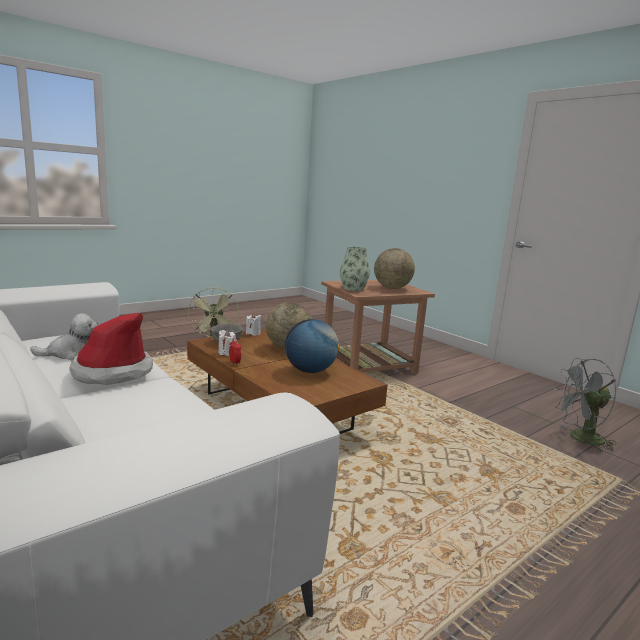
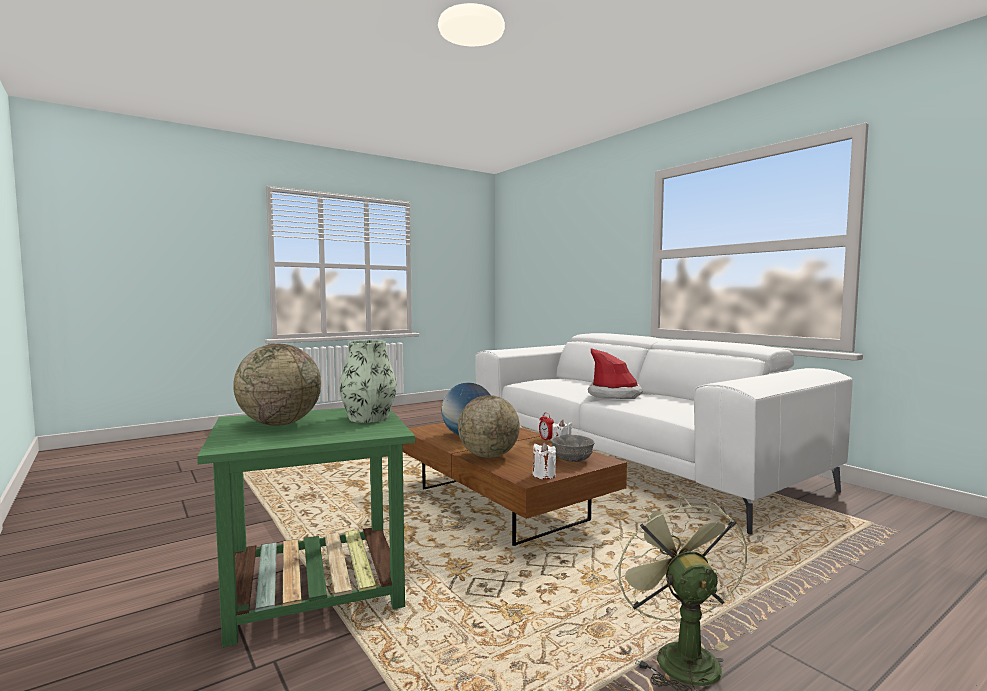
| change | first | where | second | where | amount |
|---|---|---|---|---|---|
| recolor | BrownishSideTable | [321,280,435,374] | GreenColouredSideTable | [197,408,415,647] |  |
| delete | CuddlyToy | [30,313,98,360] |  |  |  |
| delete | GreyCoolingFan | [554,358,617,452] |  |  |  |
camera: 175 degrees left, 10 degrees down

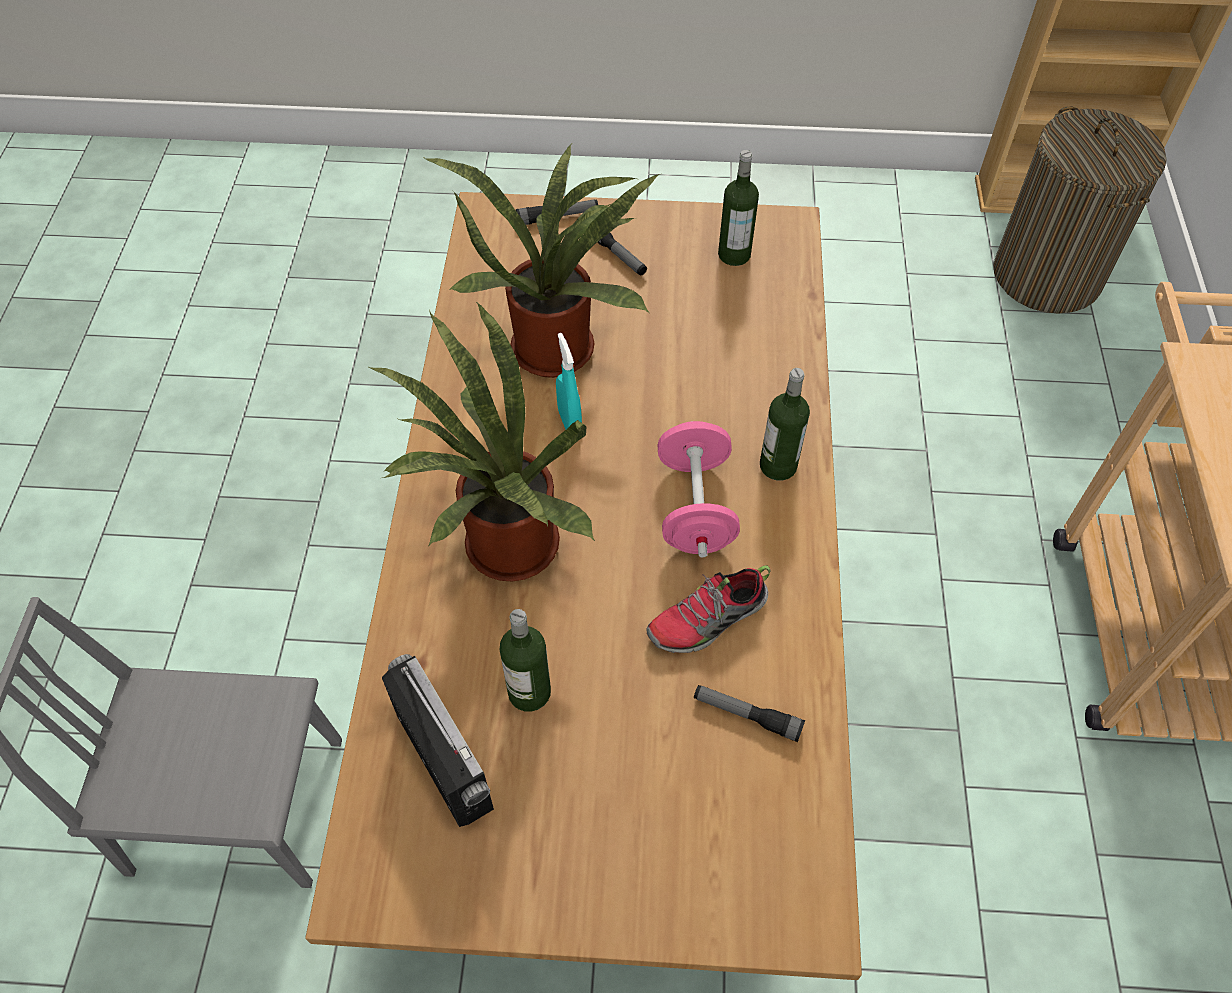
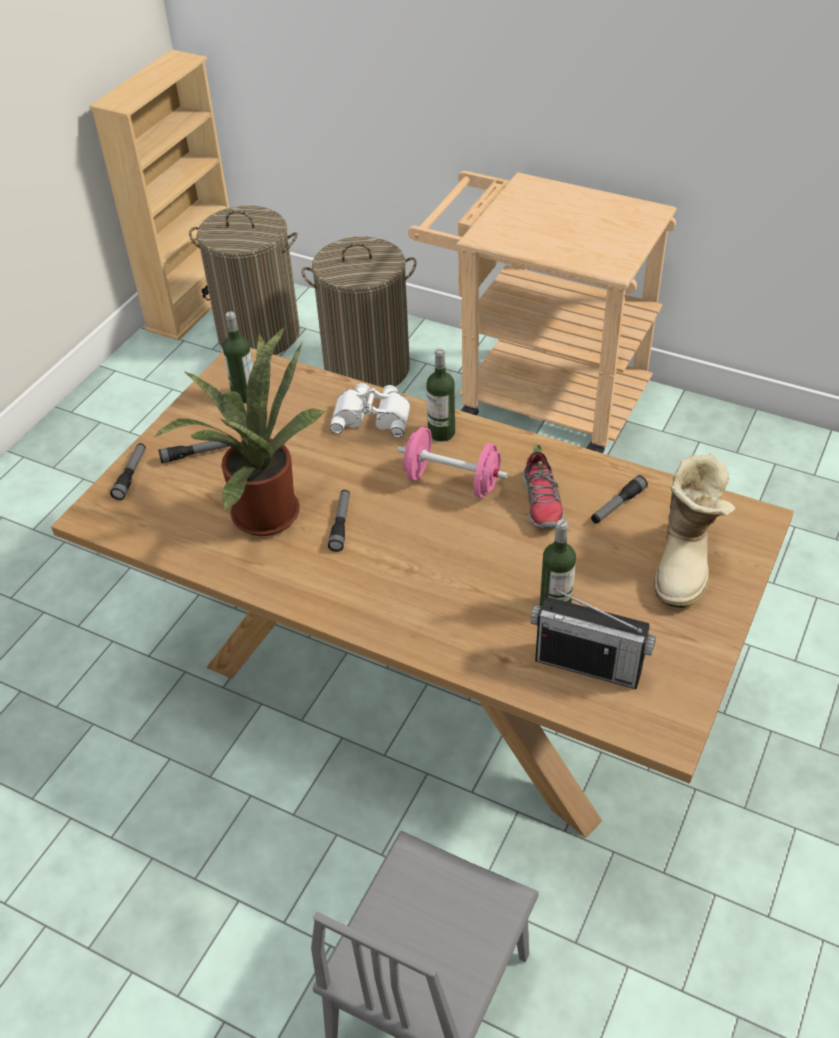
| change | first | where | second | where | amount |
|---|---|---|---|---|---|
| insert |  |  | WashingBasket | [301,237,417,388] |  |
| replace | TurquoiseSprayer | [556,333,582,430] | Flashlight | [328,490,350,552] |  |
| insert |  |  | WhitishBinoculars | [330,383,410,437] |  |
| rotate | RadioSet | [382,654,494,827] |  | [530,588,656,689] | 150 degrees counterclockwise |
| insert |  |  | Boot | [654,454,735,608] |  |
| delete | Houseplant | [367,301,595,582] |  |  |  |
camera: 65 degrees left, 10 degrees down

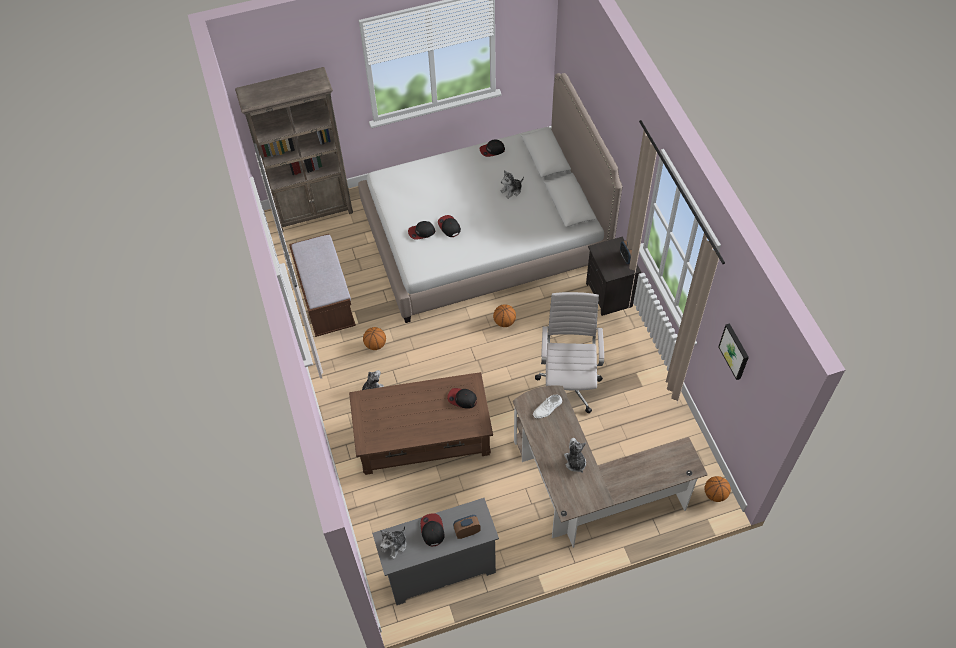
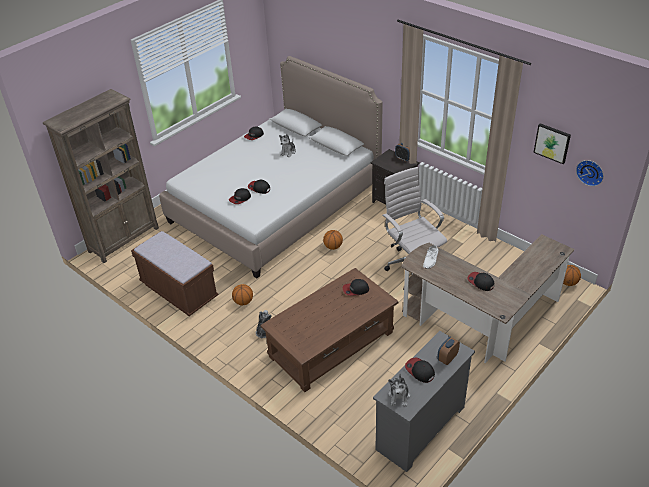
| change | first | where | second | where | amount |
|---|---|---|---|---|---|
| replace | CuddlyToy | [564,438,586,473] | BaseballCap | [467,272,494,291] |  |
| insert |  |  | HangingClock | [576,160,604,186] |  |
camera: 30 degrees left, 15 degrees down

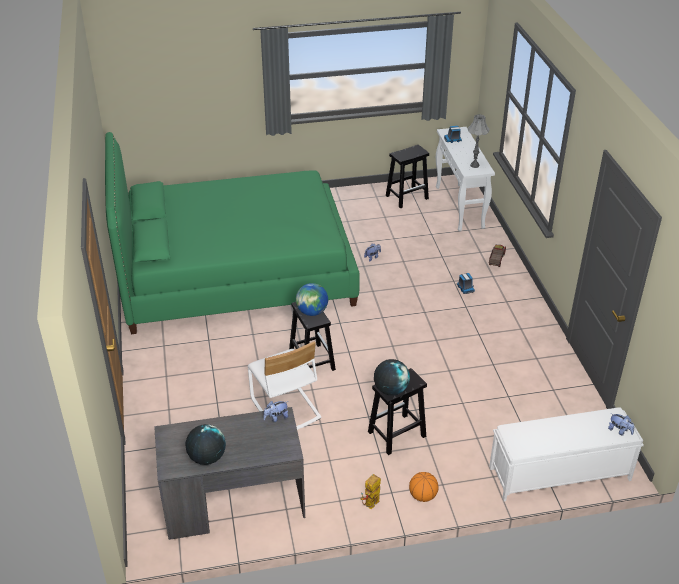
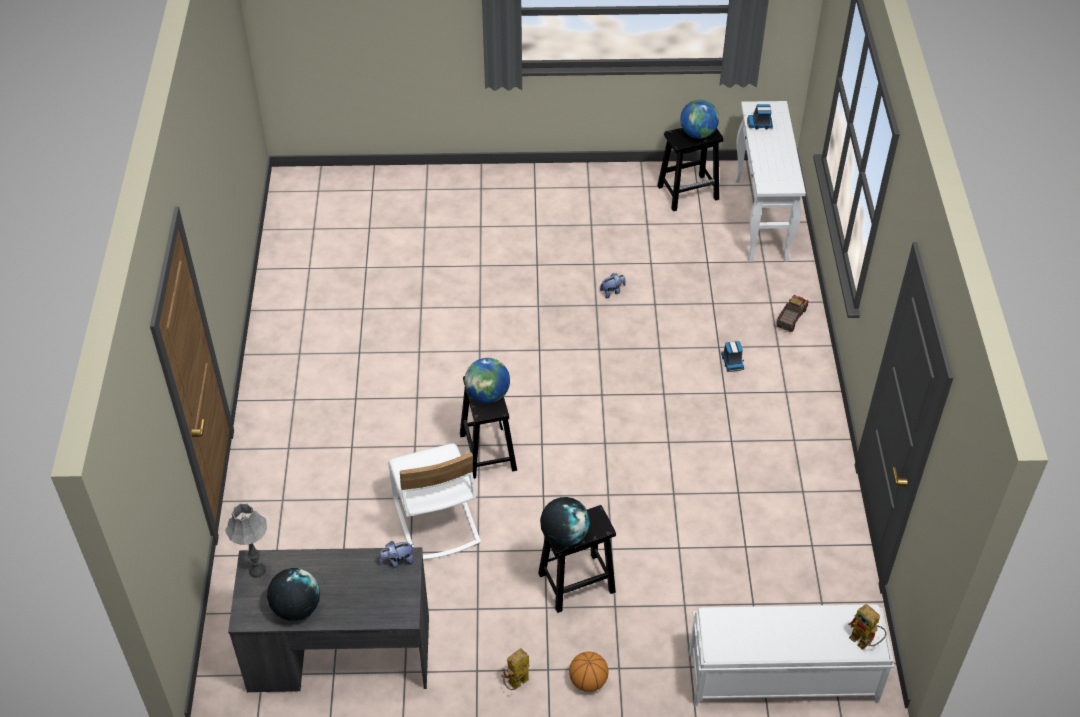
| change | first | where | second | where | amount |
|---|---|---|---|---|---|
| move | GreyTableLamp | [468,114,490,168] |  | [225,504,267,578] |  |
| insert |  |  | WorldGlobe | [680,99,719,139] |  |
| replace | CuddlyToy | [608,413,634,436] | ModelRobot | [848,604,886,650] |  |
| delete | GreenColouredBedroomBed | [105,132,360,334] |  |  |  |
camera: 10 degrees right, 10 degrees up

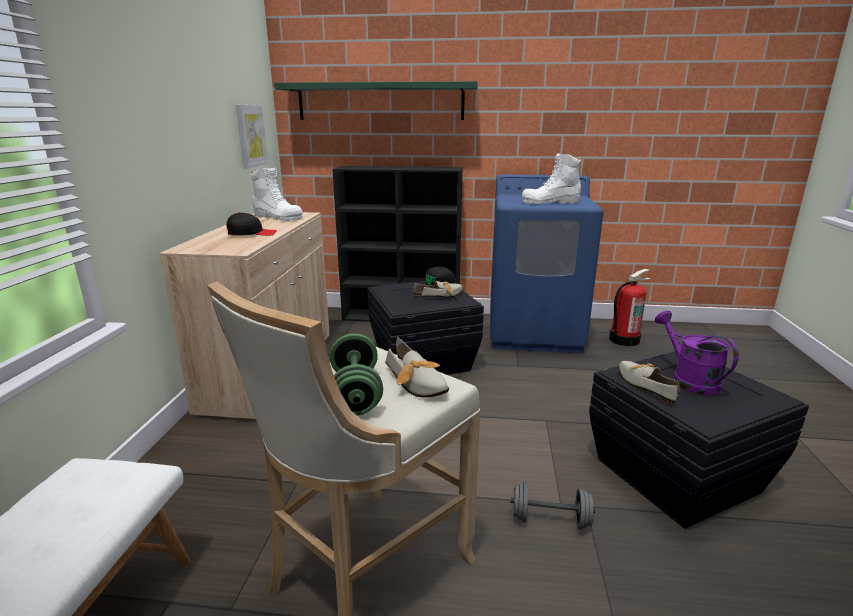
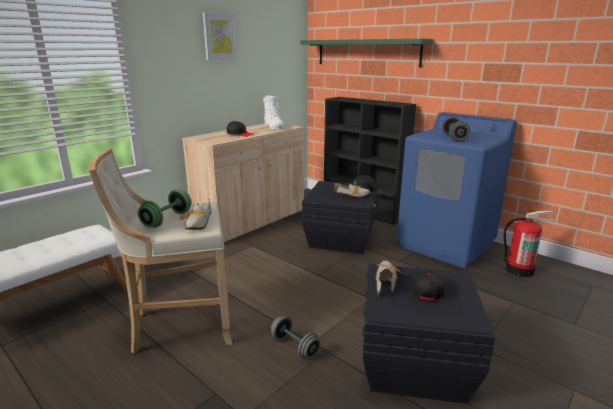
| change | first | where | second | where | amount |
|---|---|---|---|---|---|
| move | WallArt | [236,105,268,168] |  | [203,12,238,60] |  |
| replace | PurpleWateringCan | [655,311,739,396] | BlackishBaseballCap | [411,271,444,300] |  |
| replace | WhitishBoot | [522,153,581,204] | GreyDumbbell | [442,116,470,141] |  |
camera: 35 degrees right, 0 degrees up

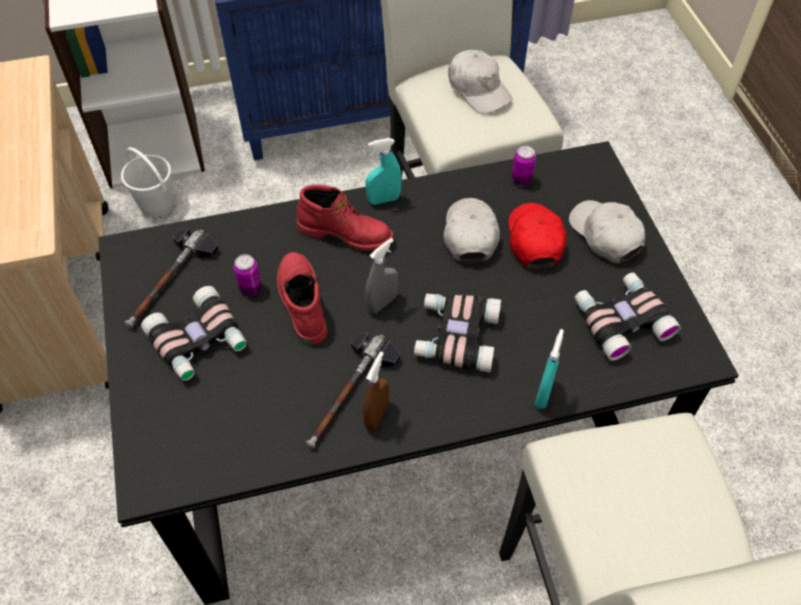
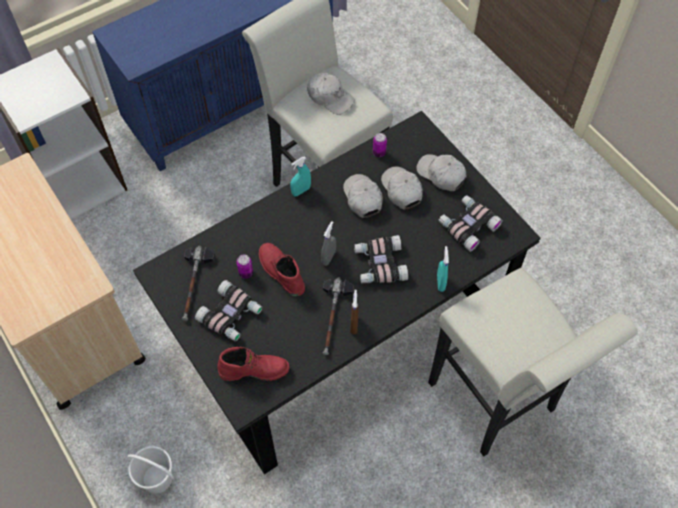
| change | first | where | second | where | amount |
|---|---|---|---|---|---|
| move | WhitishWaterBucket | [121,147,174,217] |  | [127,446,174,494] |  |
| move | RedColouredBoot | [296,185,393,251] |  | [217,347,290,381] |  |
| recolor | RedColouredBaseballCap | [508,203,567,269] | WhitishBaseballCap | [381,167,423,209] |  |
camera: 20 degrees left, 5 degrees up

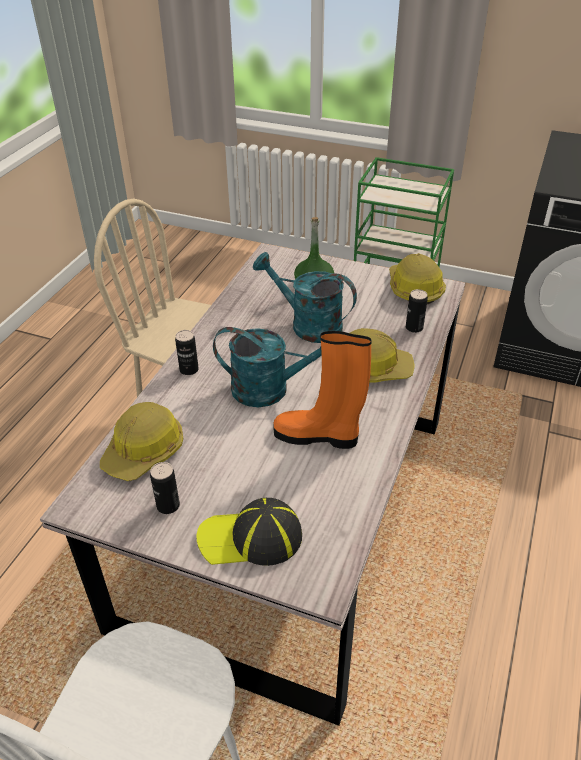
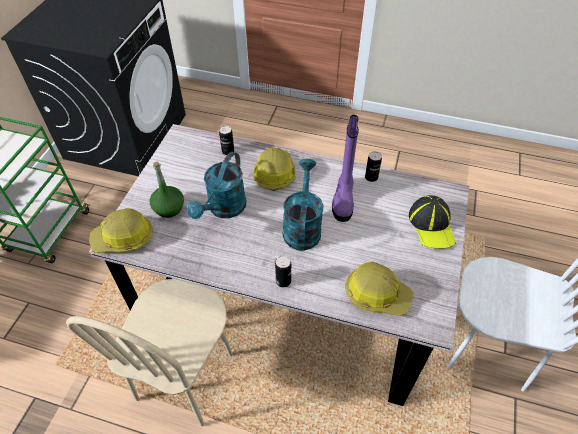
| change | first | where | second | where | amount |
|---|---|---|---|---|---|
| move | SafetyHelmet | [389,253,446,304] |  | [89,208,153,253] |  |
| recolor | OrangeBoot | [273,331,372,449] | PurpleBoot | [332,115,359,222] |  |
| move | SealedCan | [150,462,180,514] |  | [365,151,382,182] |  |
camera: 95 degrees left, 10 degrees up

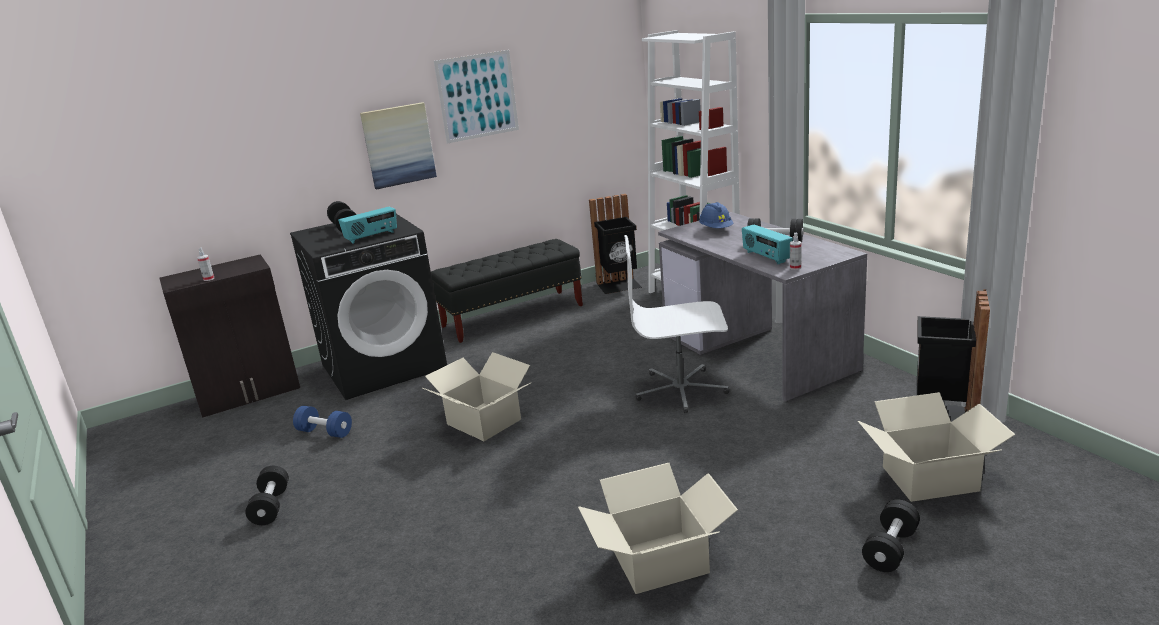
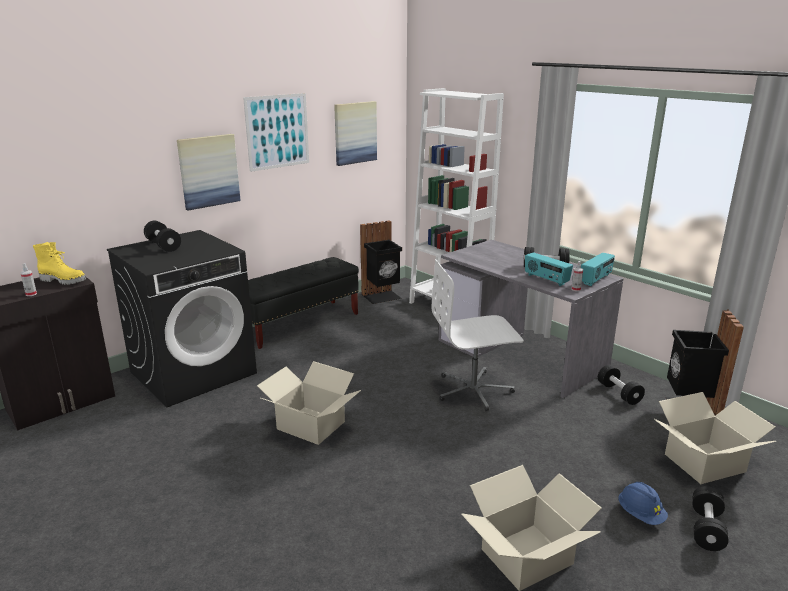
| change | first | where | second | where | amount |
|---|---|---|---|---|---|
| insert |  |  | YellowColouredBoot | [33,242,86,285] |  |
| insert |  |  | WallArt | [334,101,377,166] |  |
| move | RadioSet | [338,206,397,244] |  | [581,253,615,286] |  |
| move | BlackishDumbbell | [245,466,289,525] |  | [598,365,645,405] |  |
| move | BluishSafetyHelmet | [699,202,733,228] |  | [619,482,668,525] |  |
| delete | BluishDumbbell | [293,406,352,438] |  |  |  |
camera: 15 degrees left, 0 degrees up

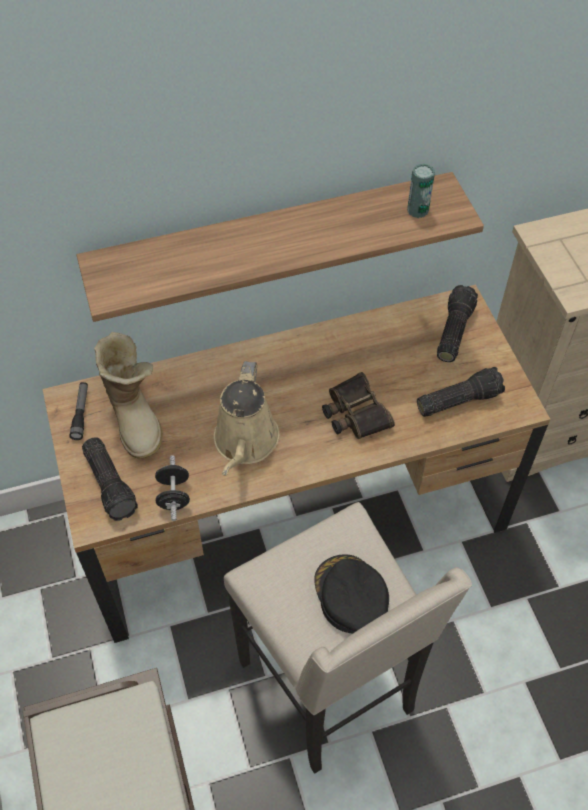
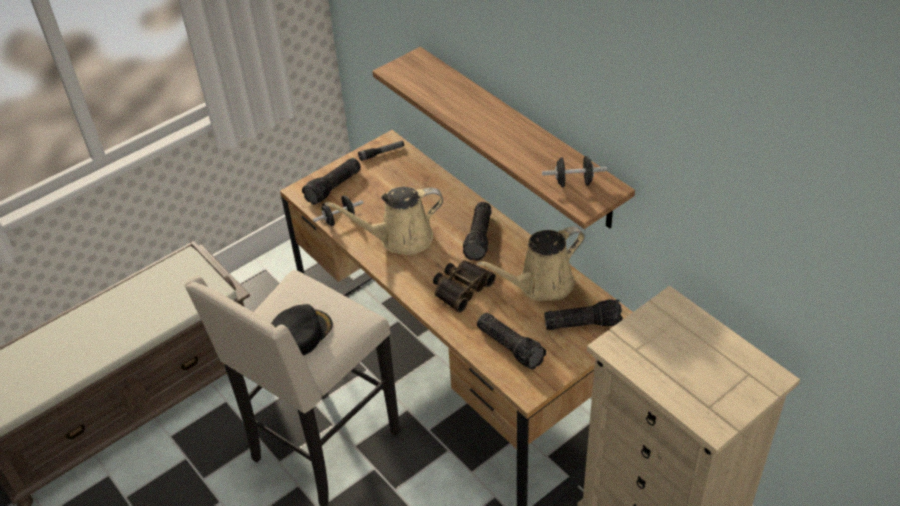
| change | first | where | second | where | amount |
|---|---|---|---|---|---|
| insert |  |  | Flashlight | [463,202,492,261] |  |
| insert |  |  | BeigeWateringCan | [477,226,585,301] |  |
| replace | SealedCan | [407,164,435,218] | BlackishDumbbell | [542,156,607,187] |  |
| delete | Boot | [94,332,162,459] |  |  |  |
camera: 70 degrees right, 10 degrees down

